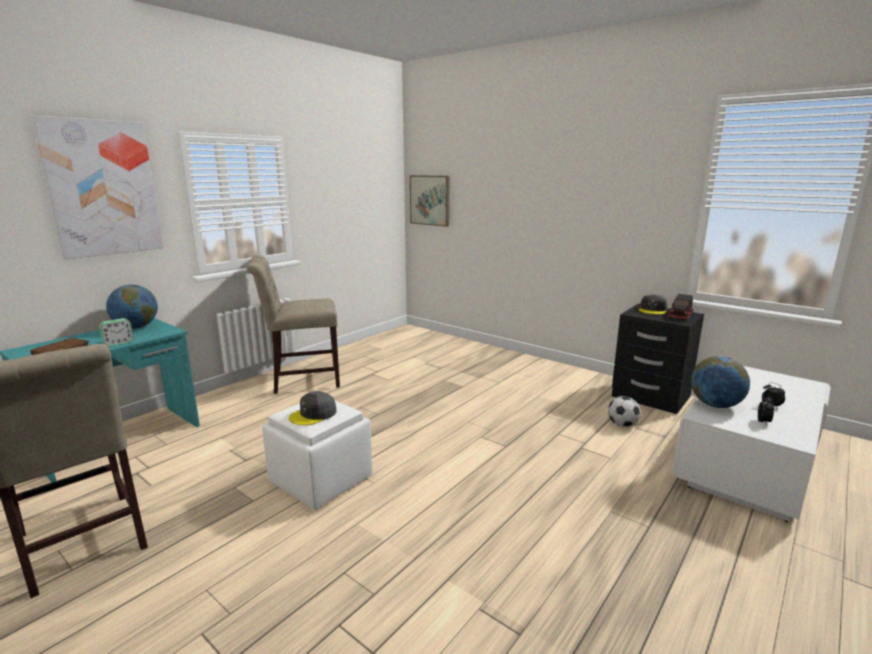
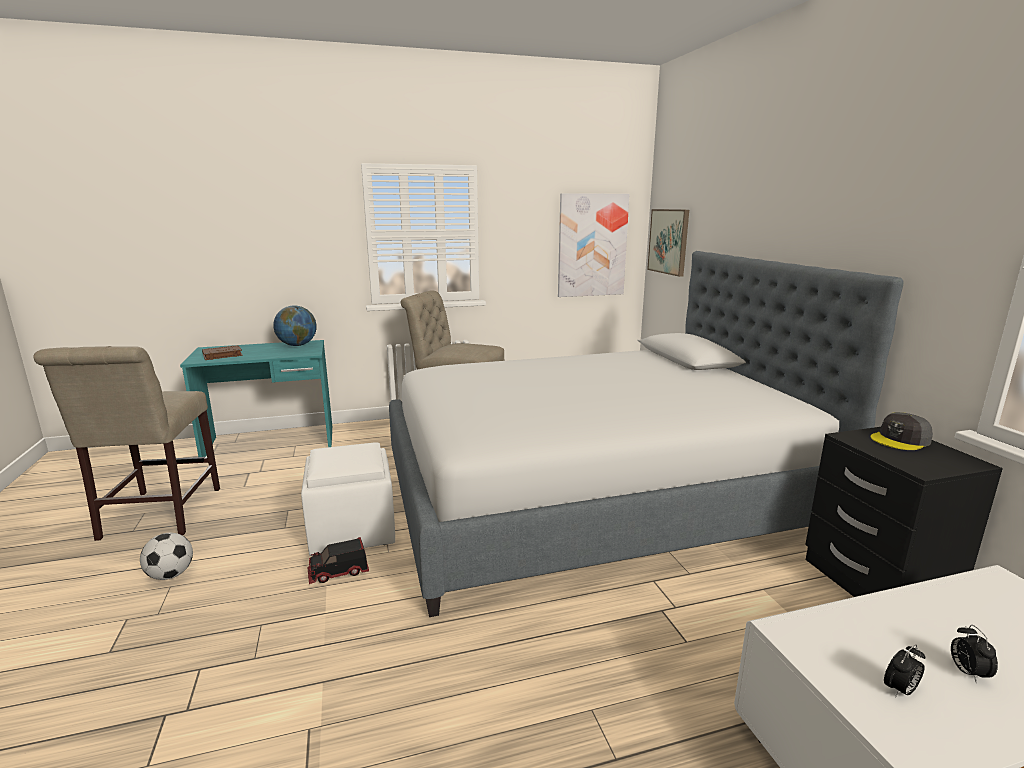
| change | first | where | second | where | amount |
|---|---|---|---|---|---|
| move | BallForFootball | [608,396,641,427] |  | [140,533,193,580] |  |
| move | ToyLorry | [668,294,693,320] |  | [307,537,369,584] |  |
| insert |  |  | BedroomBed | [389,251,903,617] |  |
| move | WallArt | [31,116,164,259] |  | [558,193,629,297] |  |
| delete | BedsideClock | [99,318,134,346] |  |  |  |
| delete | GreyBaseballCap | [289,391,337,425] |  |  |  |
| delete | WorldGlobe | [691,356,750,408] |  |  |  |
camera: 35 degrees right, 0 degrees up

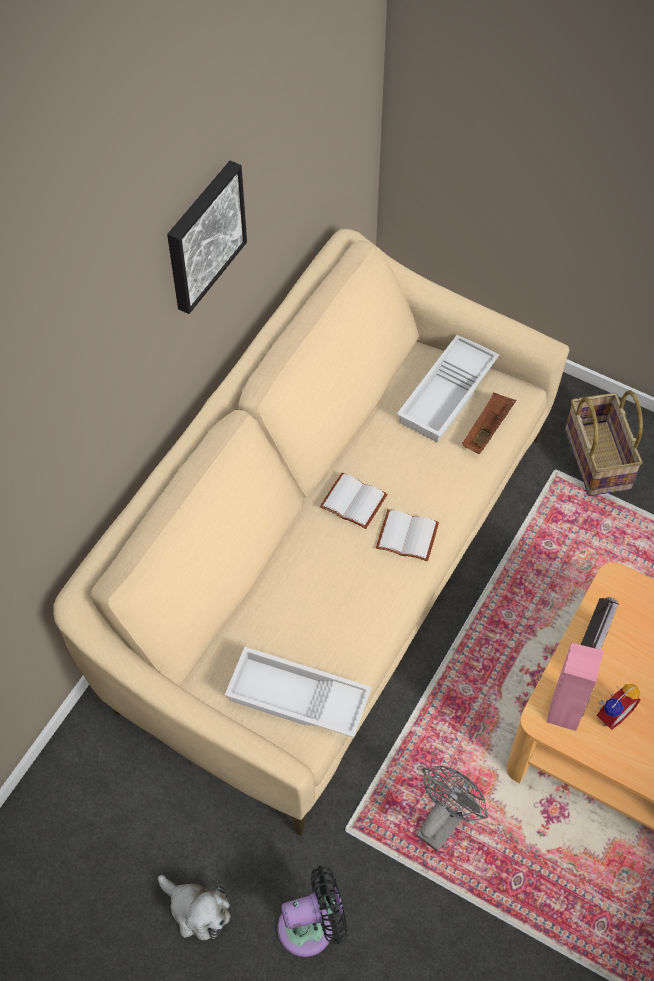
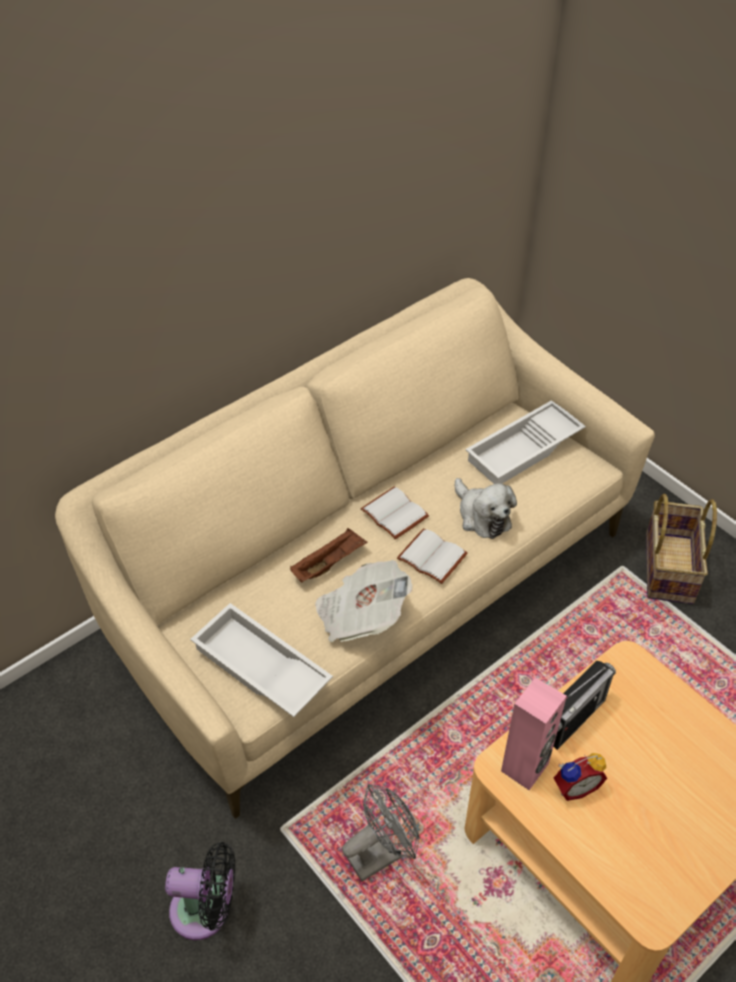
| change | first | where | second | where | amount |
|---|---|---|---|---|---|
| move | BrownishServingTray | [462,393,516,454] |  | [290,528,368,582] |  |
| insert |  |  | Newspaper | [315,560,412,642] |  |
| move | CuddlyToy | [158,875,231,940] |  | [455,478,517,539] |  |
| delete | WallArt | [167,160,247,314] |  |  |  |
camera: 20 degrees right, 10 degrees down

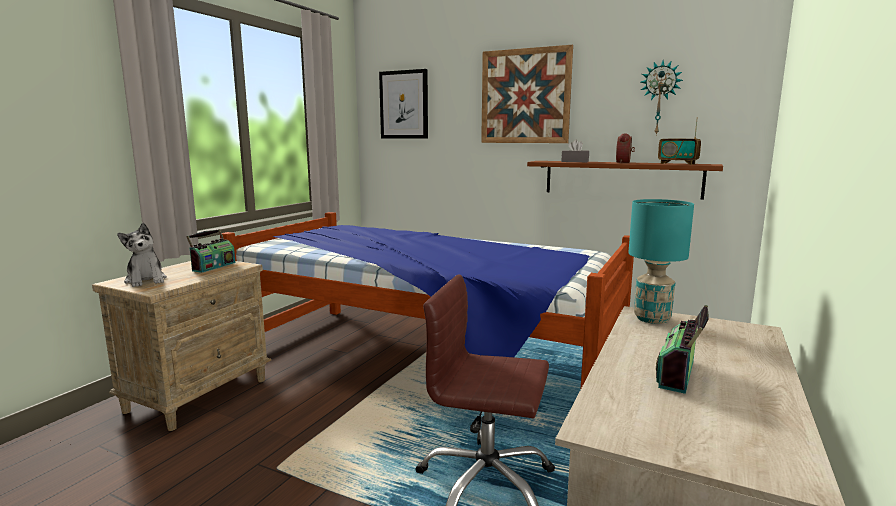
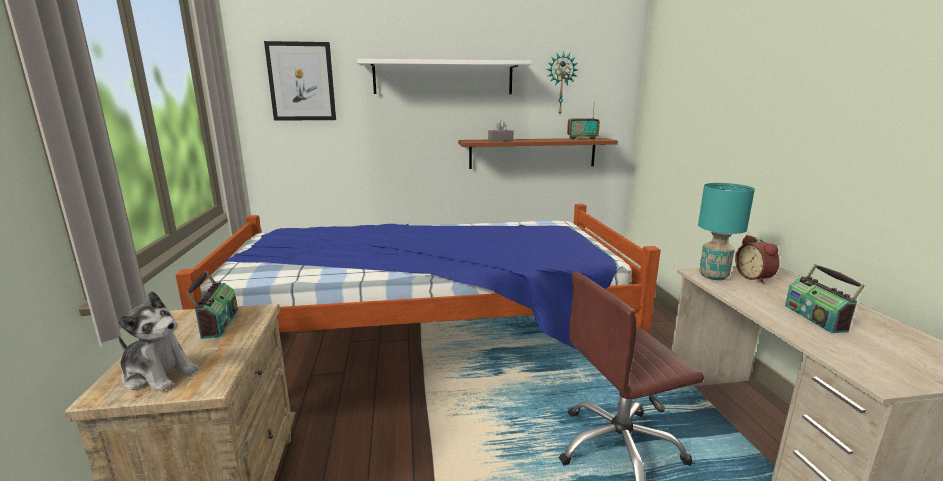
| change | first | where | second | where | amount |
|---|---|---|---|---|---|
| replace | WallArt | [481,45,573,143] | WhitishBracketShelf | [357,59,531,94] |  |
| move | BedsideClock | [616,133,635,163] |  | [735,235,780,284] |  |
camera: 35 degrees left, 5 degrees up

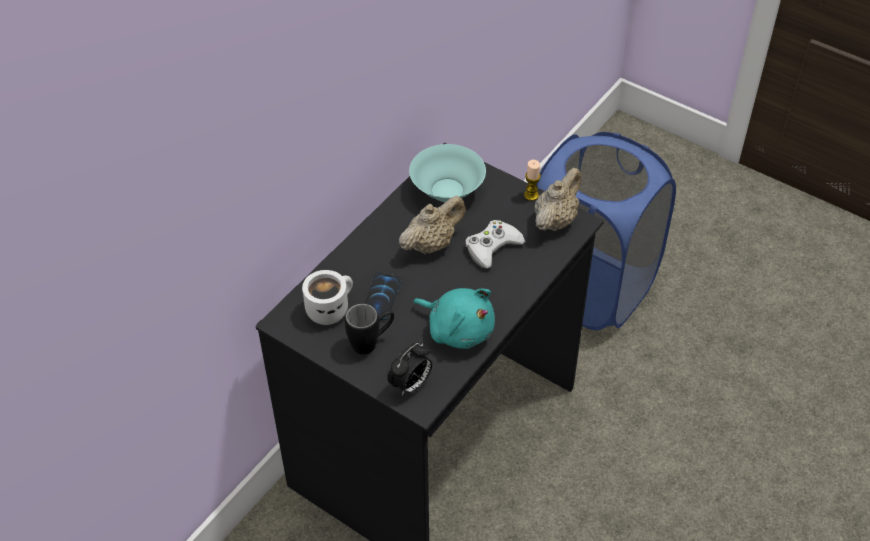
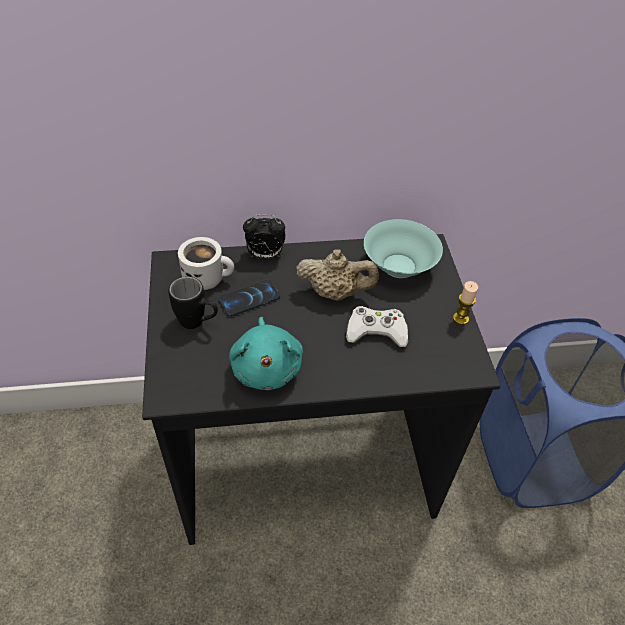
| change | first | where | second | where | amount |
|---|---|---|---|---|---|
| move | BedsideClock | [387,342,432,396] |  | [243,214,285,259] |  |
| delete | BeigePotForTea | [535,168,581,231] |  |  |  |
camera: 45 degrees right, 0 degrees up

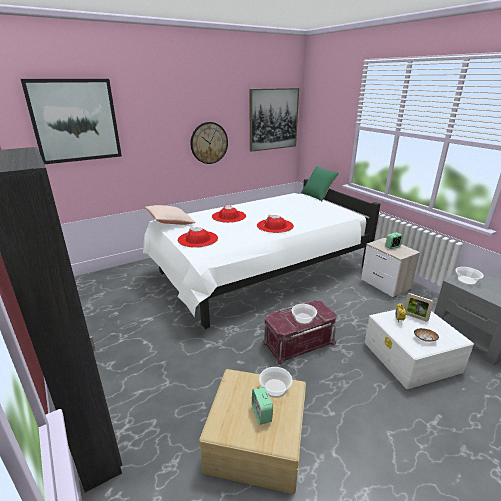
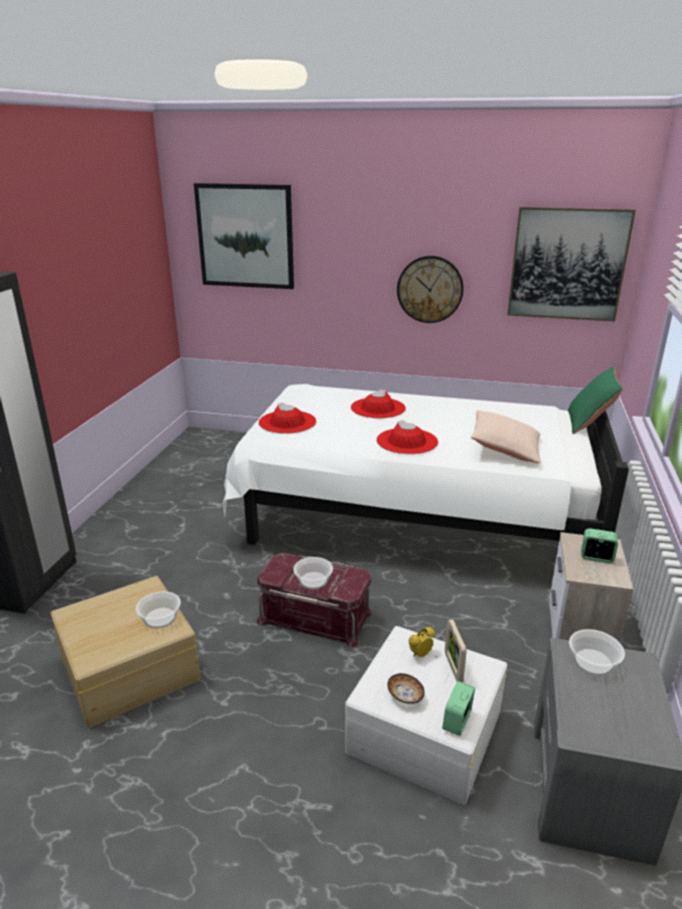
| change | first | where | second | where | amount |
|---|---|---|---|---|---|
| move | BedsideClock | [252,387,273,425] |  | [442,681,475,736] |  |
| move | BeigeCushion | [145,205,196,225] |  | [471,410,541,464] |  |
camera: 45 degrees right, 0 degrees up

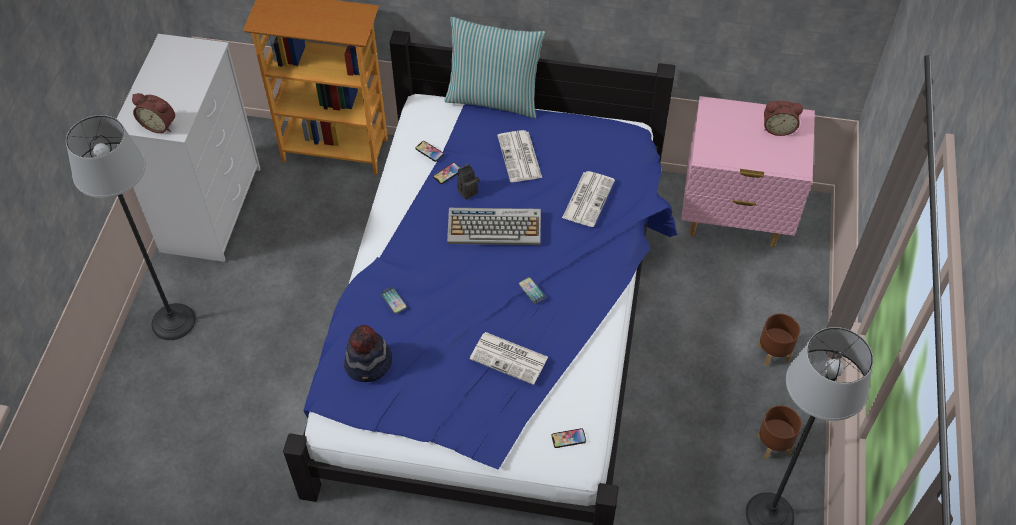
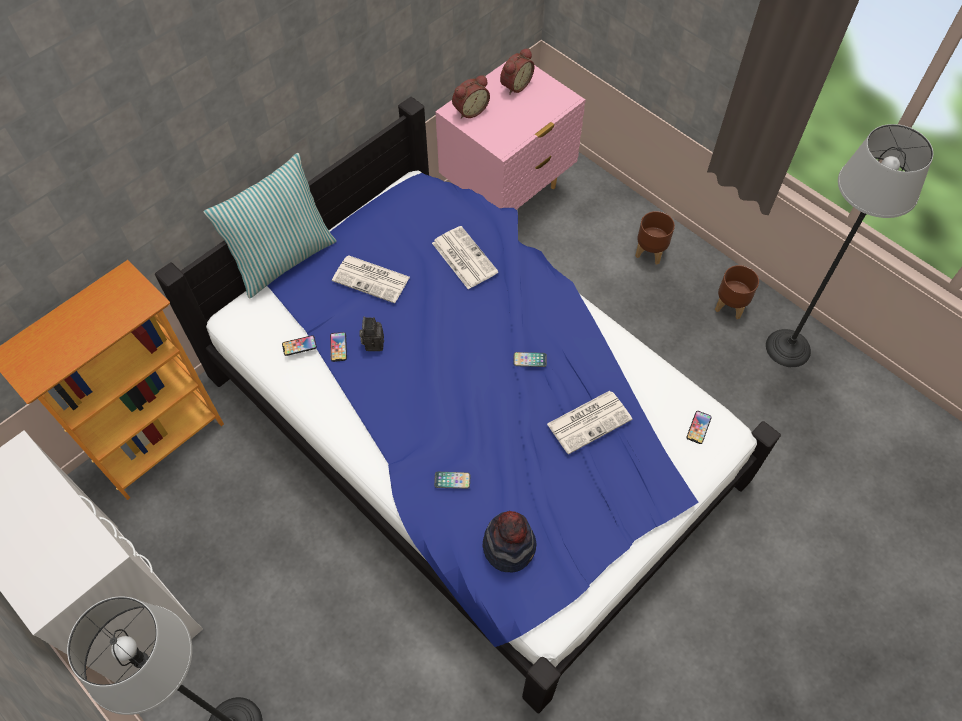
| change | first | where | second | where | amount |
|---|---|---|---|---|---|
| move | BedsideClock | [132,93,175,133] |  | [452,75,490,119] |  |
| delete | Keyboard | [447,208,541,245] |  |  |  |
camera: 55 degrees left, 5 degrees up

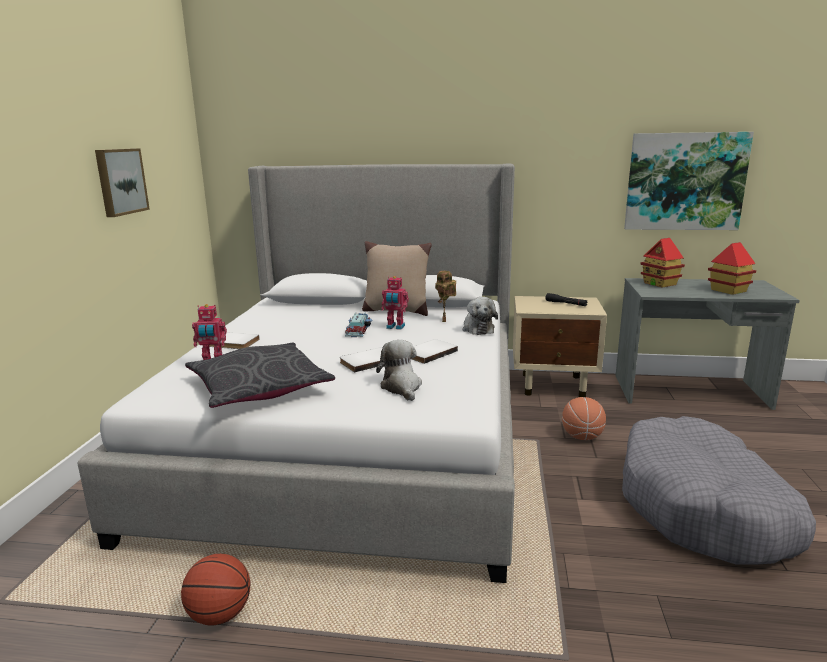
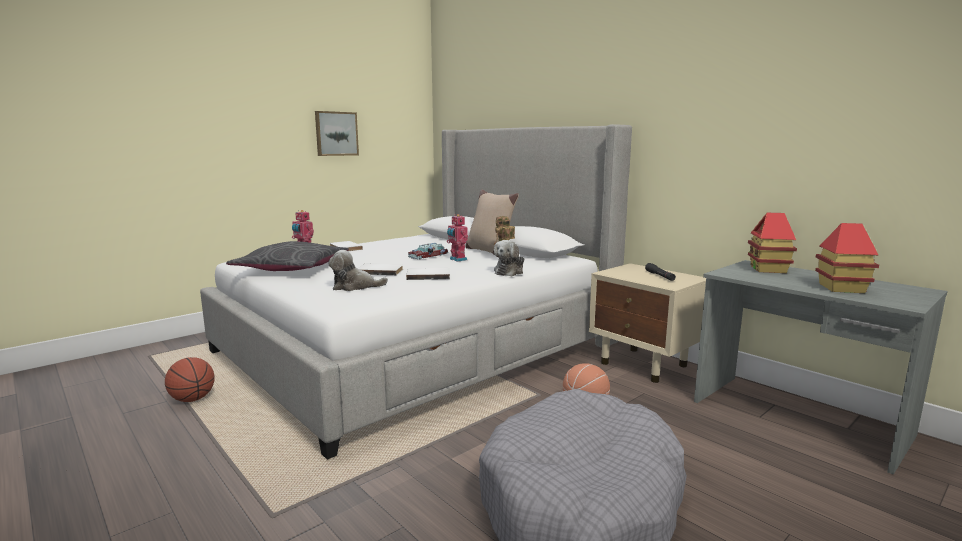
| change | first | where | second | where | amount |
|---|---|---|---|---|---|
| rotate | CuddlyToy | [376,340,422,401] |  | [328,250,388,291] | 120 degrees counterclockwise |
| delete | WallArt | [624,132,754,230] |  |  |  |
camera: 40 degrees right, 5 degrees down

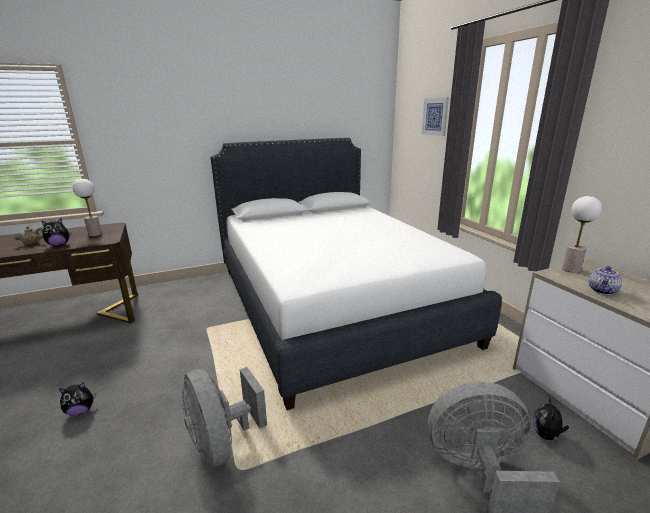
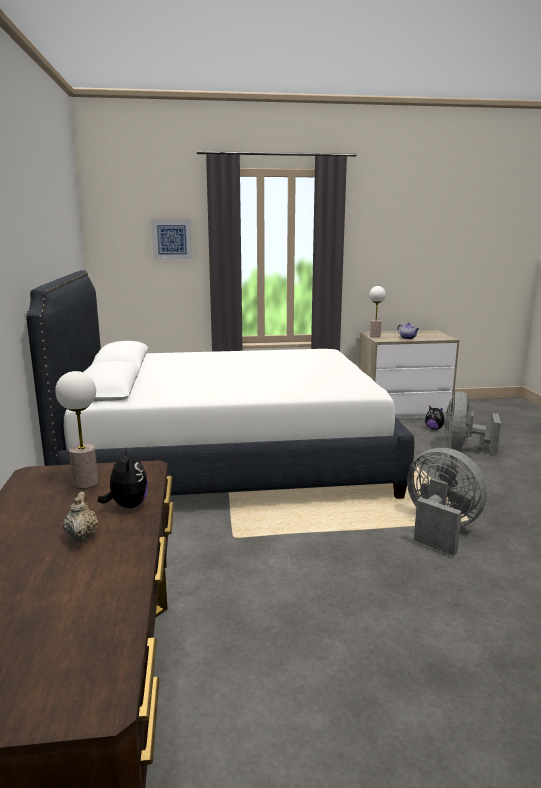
| change | first | where | second | where | amount |
|---|---|---|---|---|---|
| rotate | GreyCoolingFan | [182,367,267,467] |  | [407,448,487,556] | 120 degrees counterclockwise |
| delete | CuddlyToy | [59,382,97,416] |  |  |  |
camera: 75 degrees left, 5 degrees down

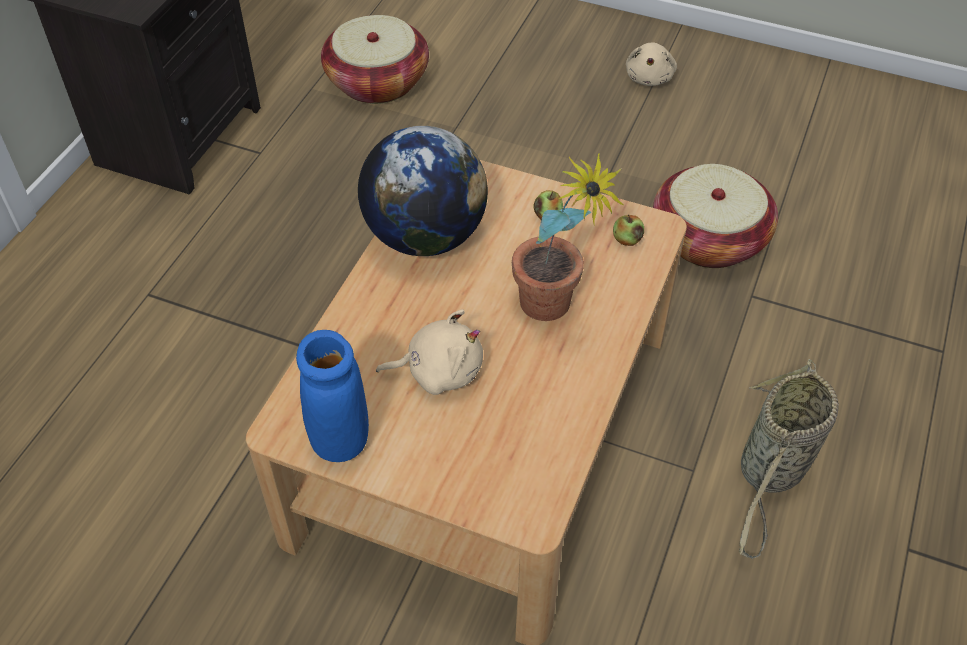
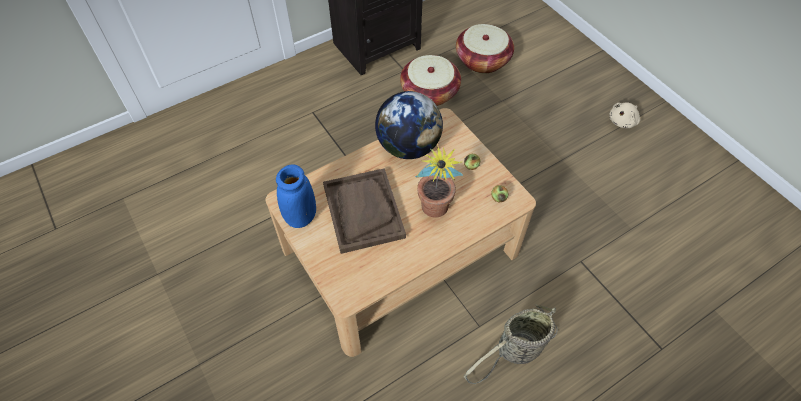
| change | first | where | second | where | amount |
|---|---|---|---|---|---|
| replace | BeigeCuddlyToy | [376,309,483,395] | BrownishServingTray | [323,168,406,254] |  |
| move | HouseholdBasket | [653,164,778,268] |  | [400,55,461,106] |  |
camera: 35 degrees right, 5 degrees up

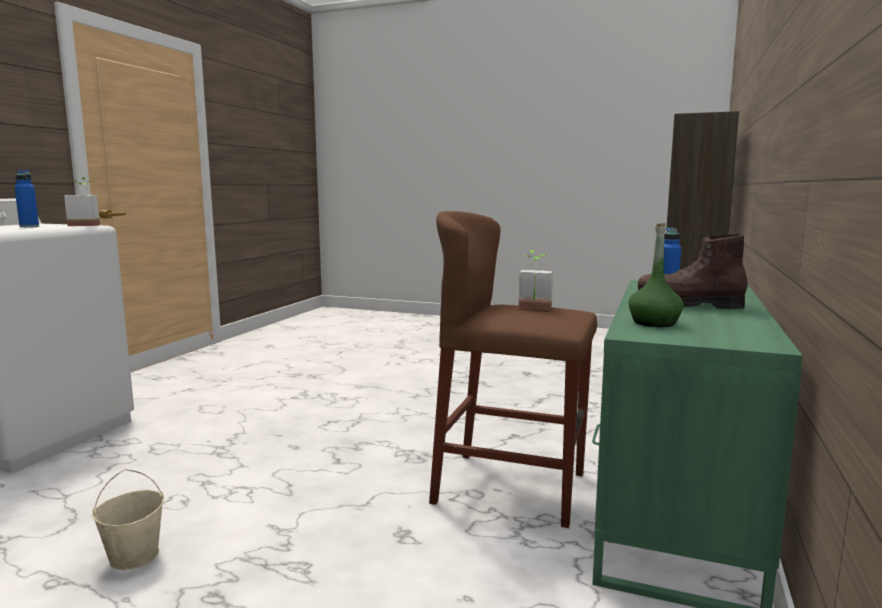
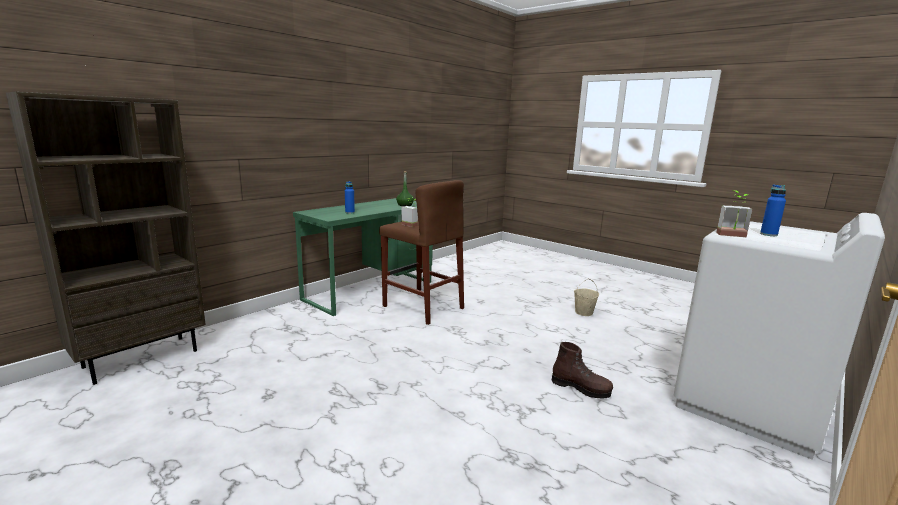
| change | first | where | second | where | amount |
|---|---|---|---|---|---|
| move | BrownishBoot | [638,234,748,309] |  | [552,342,613,398] |  |
camera: 160 degrees left, 5 degrees up

